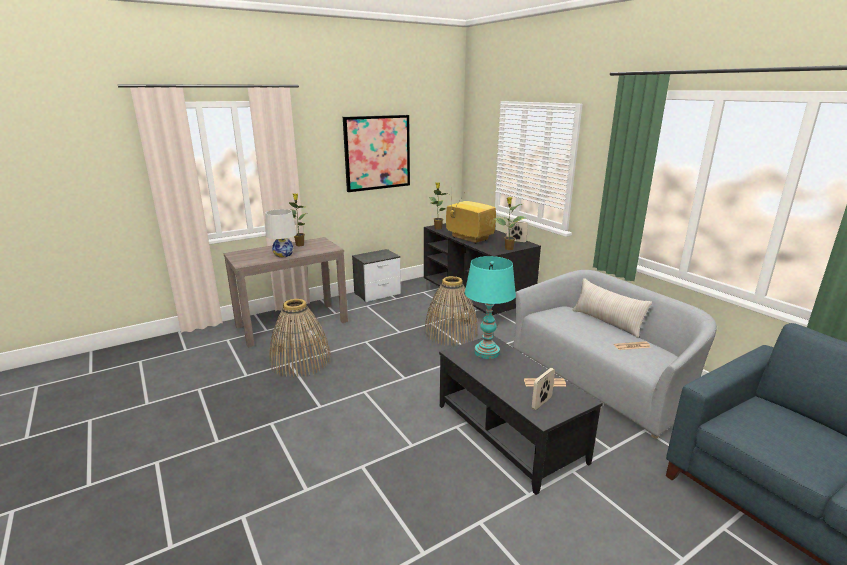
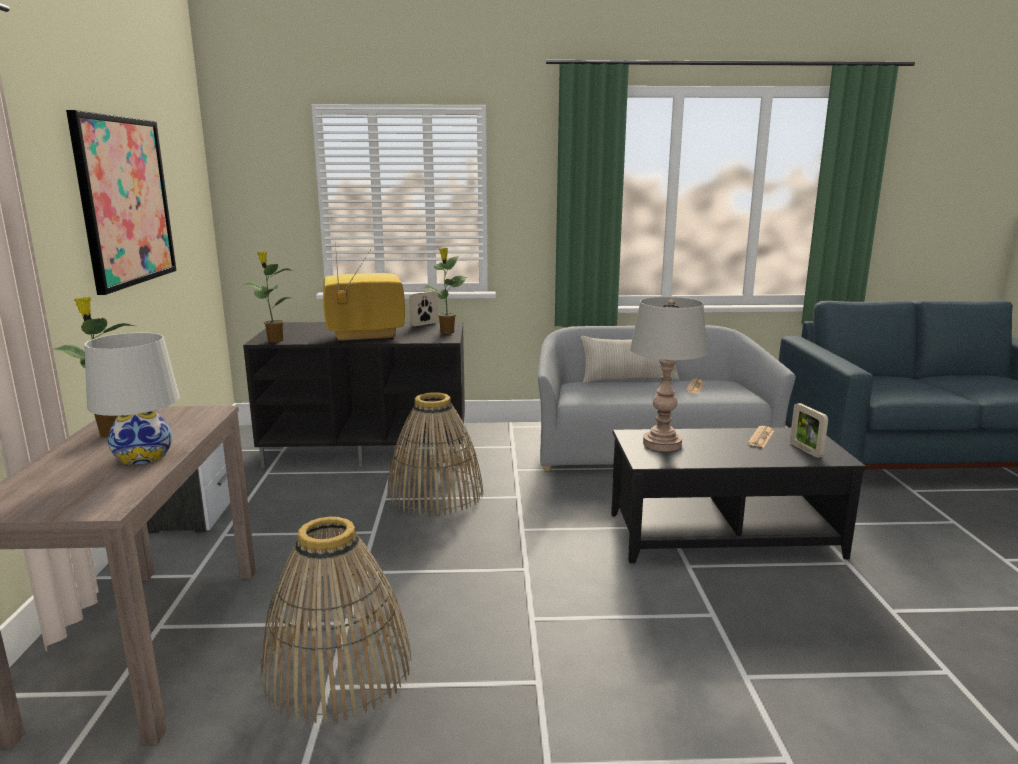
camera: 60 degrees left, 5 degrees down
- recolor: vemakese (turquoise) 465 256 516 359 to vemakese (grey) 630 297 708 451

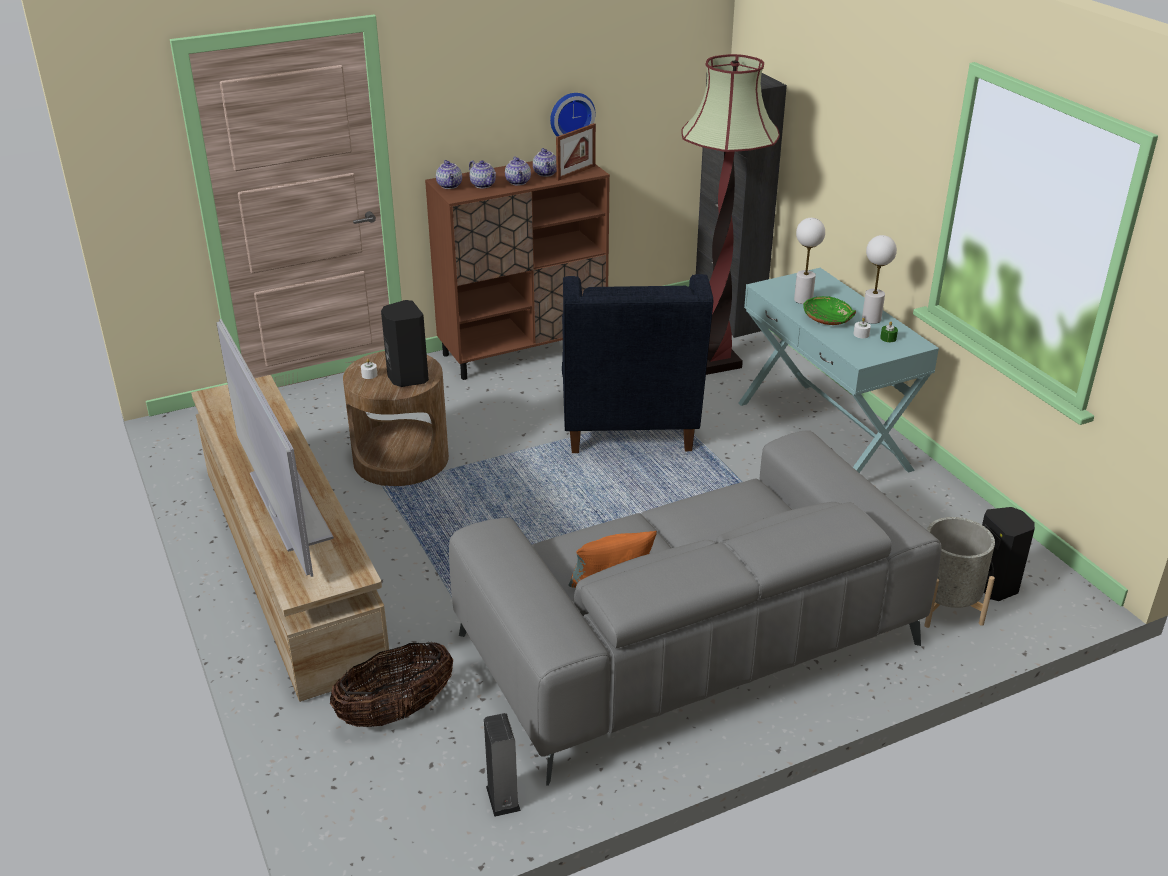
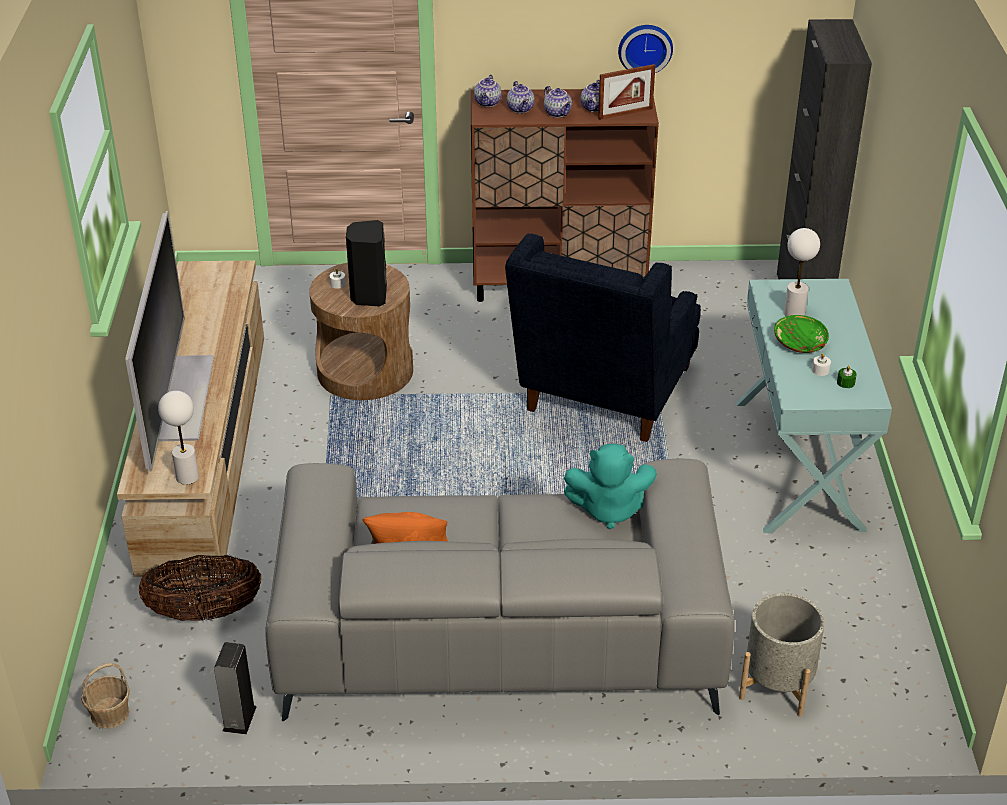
camera: 25 degrees right, 5 degrees up
- delete: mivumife 681 54 780 375
- delete: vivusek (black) 982 507 1035 601
- insert: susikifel 81 663 130 729
- insert: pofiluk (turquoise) 564 444 657 529
- move: vemakese (white) 862 235 897 324 to 158 391 199 485
- rotate: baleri 505 156 531 186 = 544 86 572 118 45 degrees counterclockwise

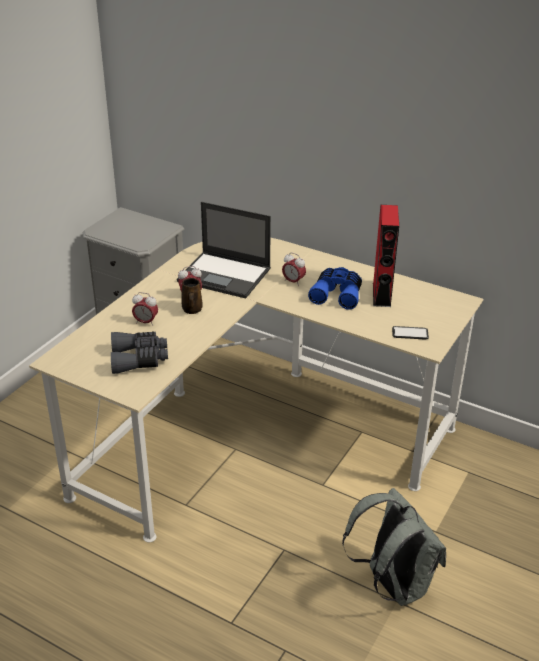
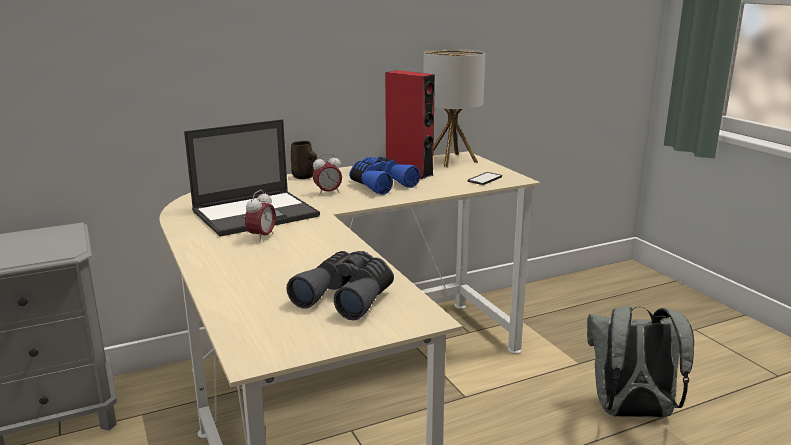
camera: 55 degrees left, 15 degrees down
- delete: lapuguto 132 292 158 326
- insert: vemakese 423 49 485 167
- move: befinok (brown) 181 278 203 314 to 291 141 317 179

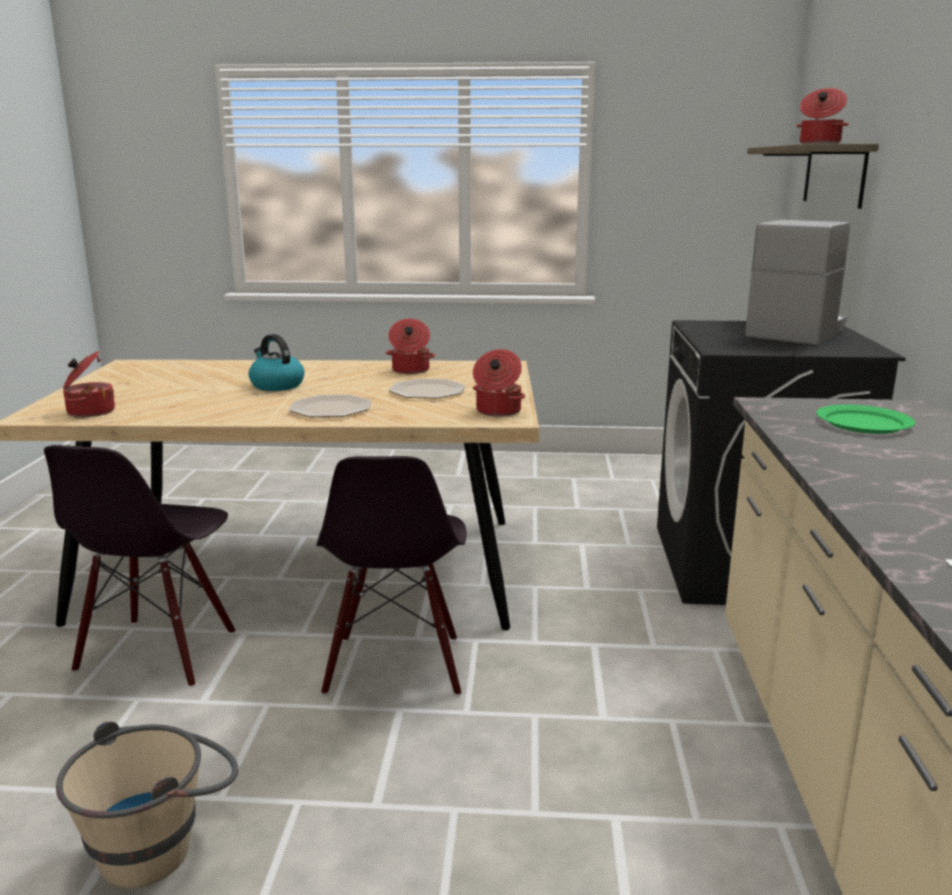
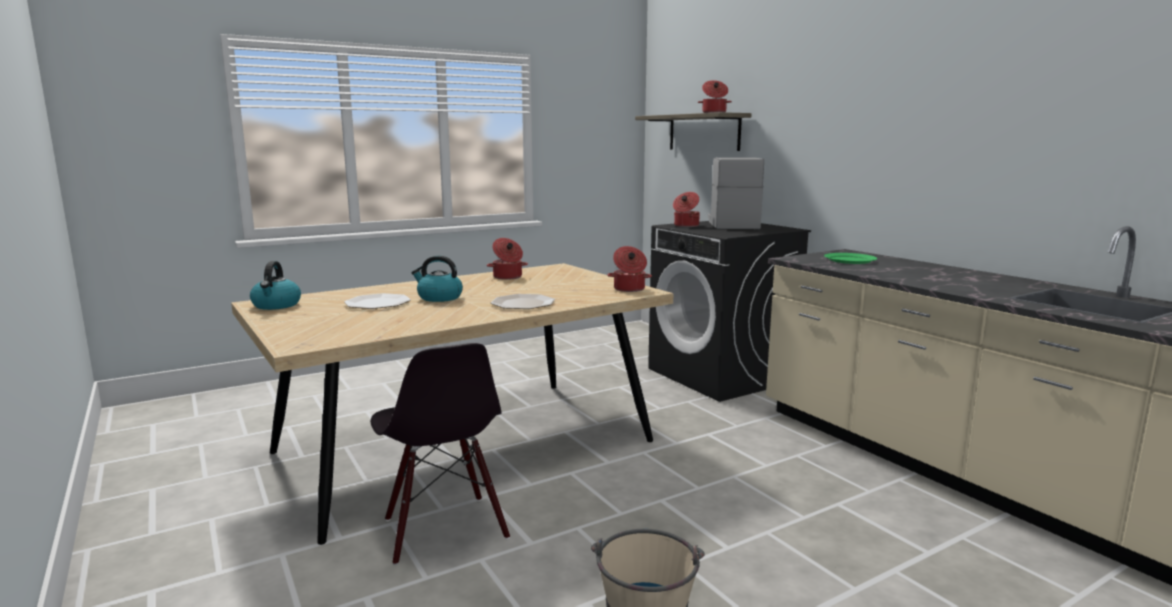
camera: 35 degrees left, 5 degrees down
- delete: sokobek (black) 316 456 466 696
- insert: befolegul 250 261 301 310
- move: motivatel 63 351 115 417 to 673 192 700 227
- move: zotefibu 389 379 465 399 to 344 293 411 309

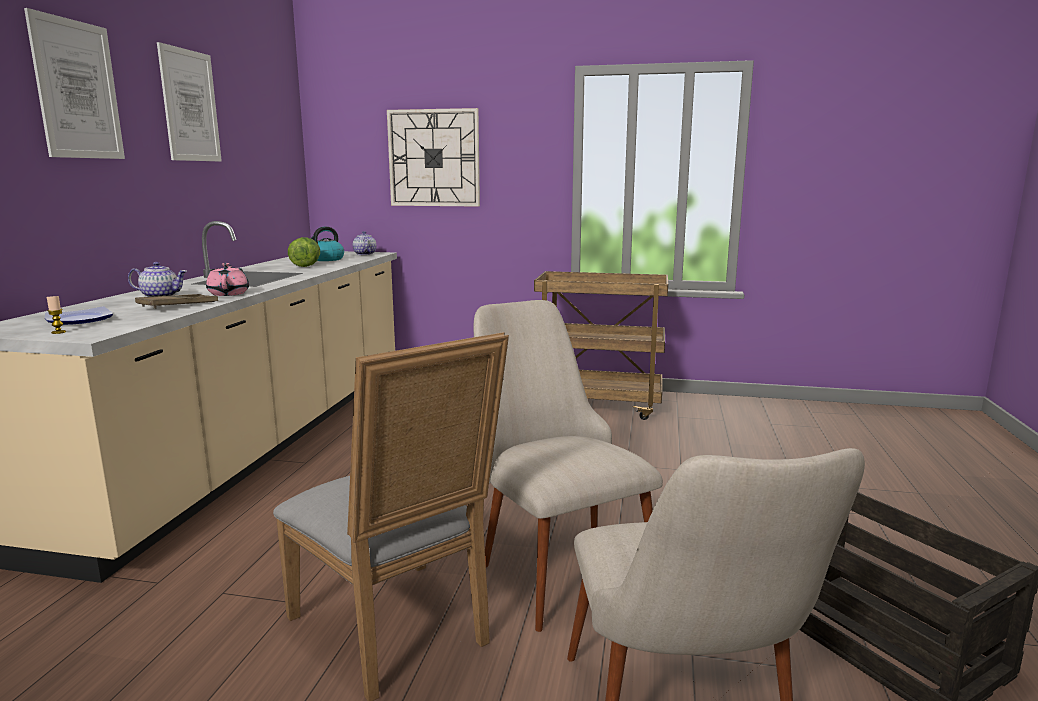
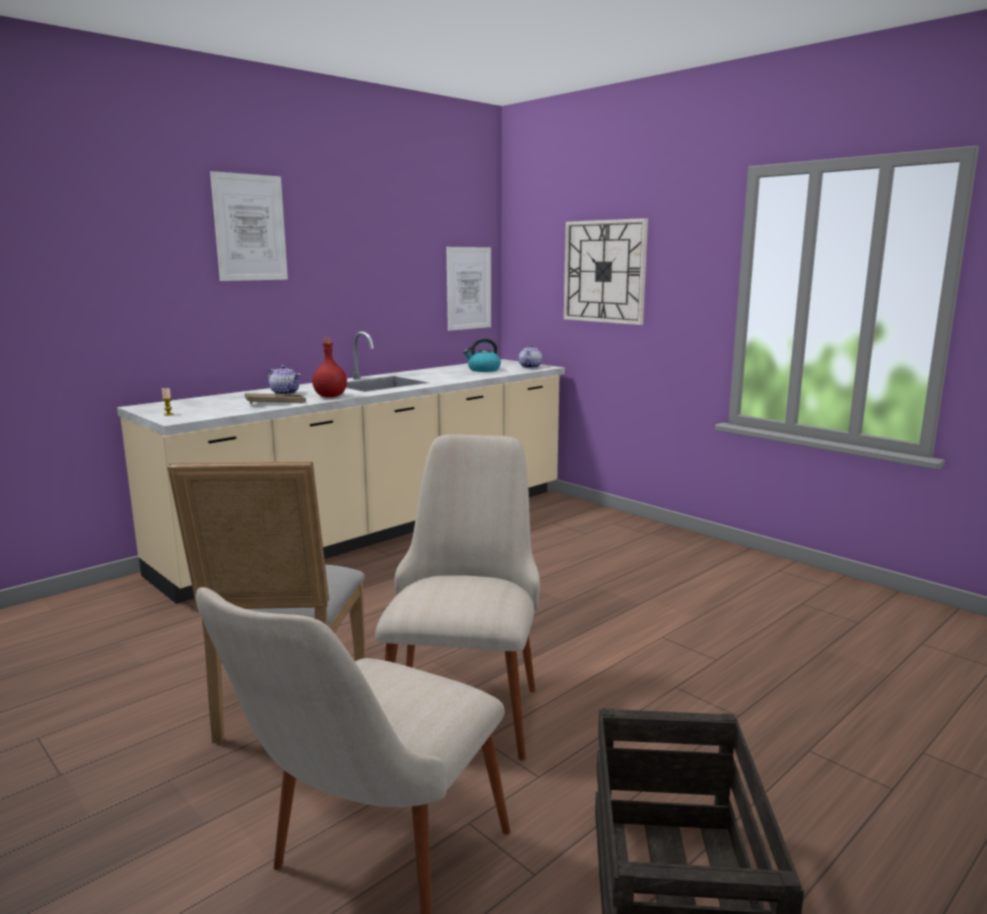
camera: 35 degrees right, 0 degrees up
- delete: zotefibu 45 306 113 325
- delete: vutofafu 288 237 320 267
- delete: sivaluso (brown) 534 271 668 420
- move: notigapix 157 42 222 161 to 446 247 491 331
- replace: baleri (pink) 206 263 249 296 to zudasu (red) 312 338 347 397

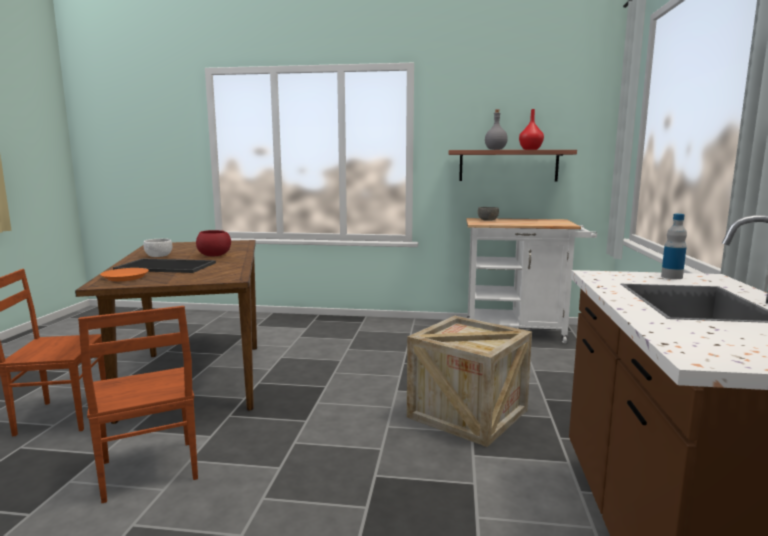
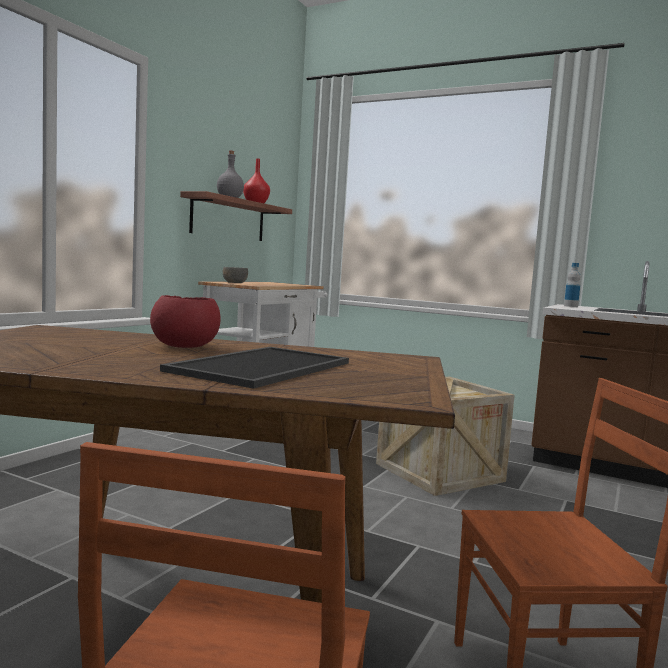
camera: 70 degrees left, 5 degrees down
- delete: zotefibu (orange) 100 268 149 281
- delete: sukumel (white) 143 238 172 257

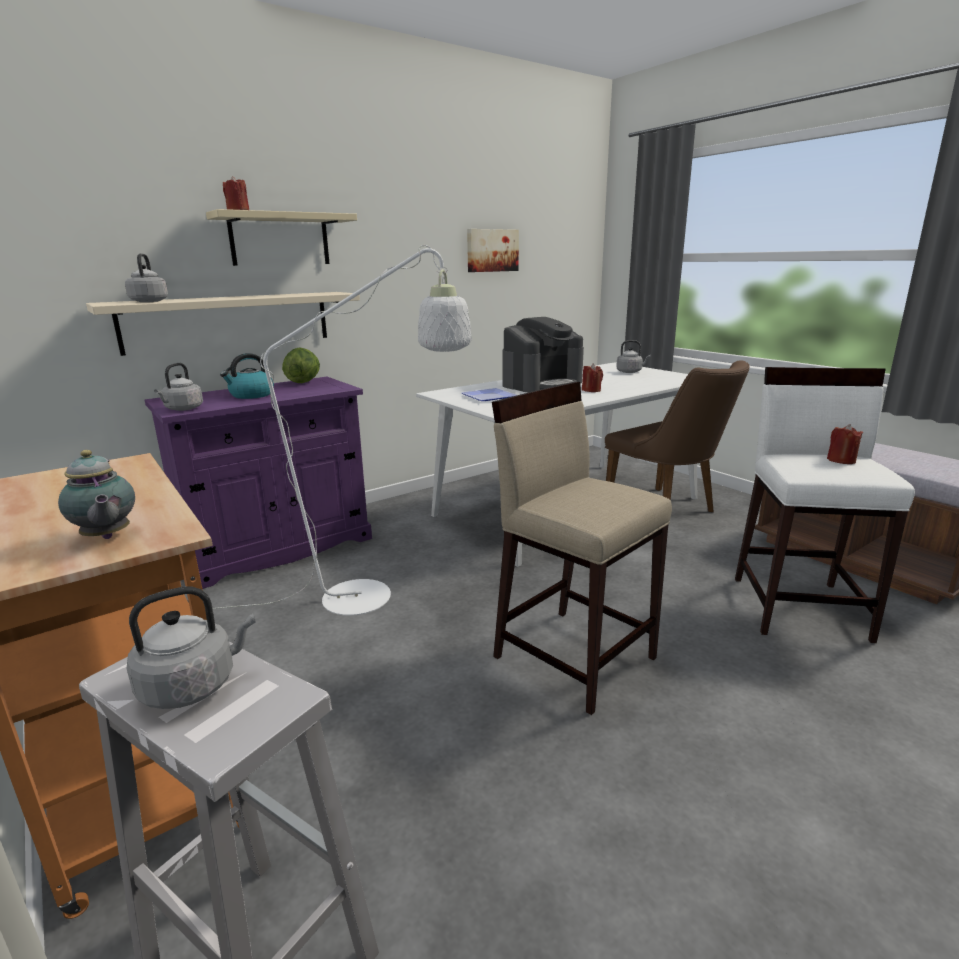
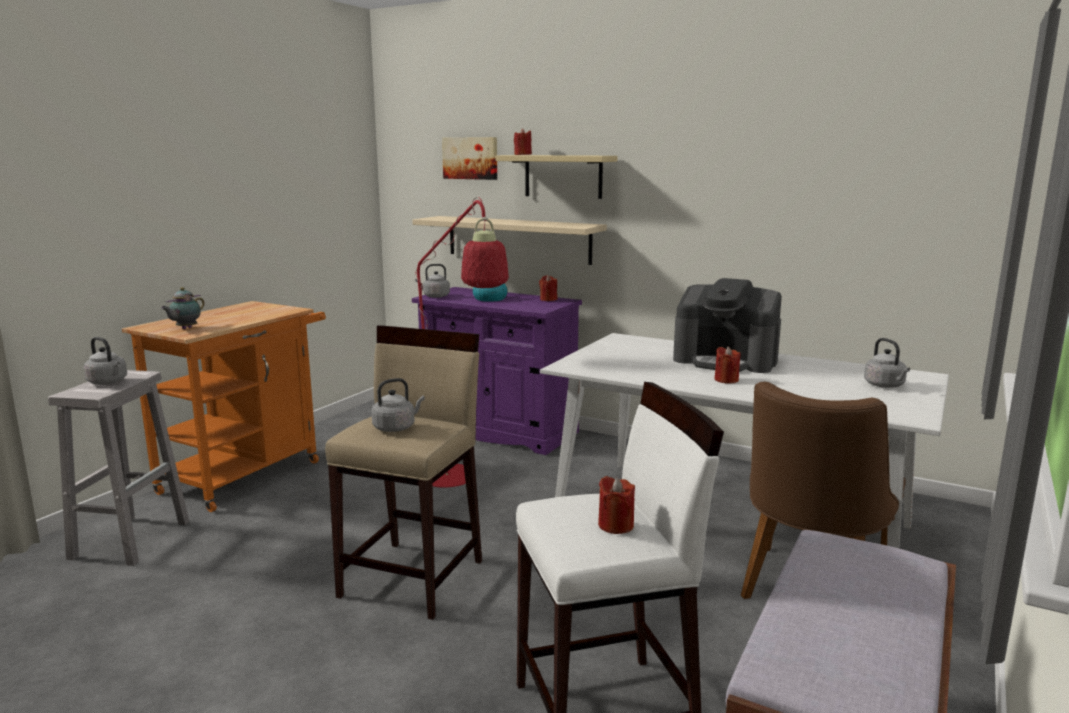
camera: 65 degrees right, 5 degrees down
- delete: zotefibu 461 388 517 401
- move: befolegul (grey) 125 253 168 302 to 371 378 425 432
- move: notigapix 467 229 519 272 to 442 137 497 180
- replace: vutofafu 282 347 320 383 to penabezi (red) 539 275 558 301
- recolor: mivumife (white) 213 245 472 616 to mivumife (red) 416 197 509 488

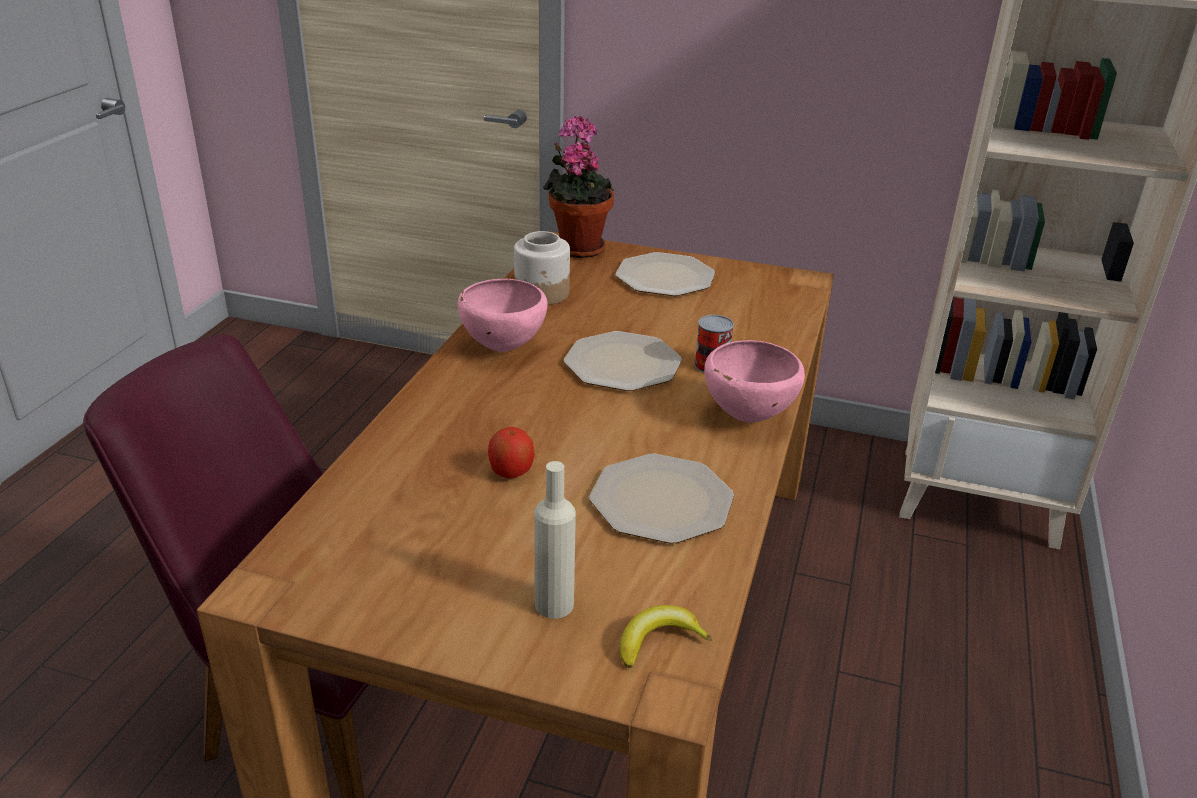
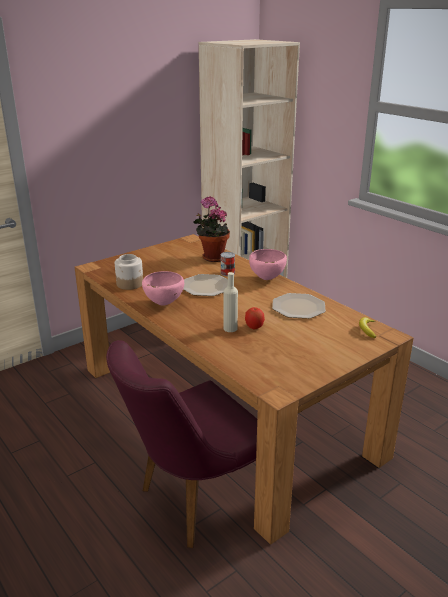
camera: 55 degrees left, 5 degrees down
- delete: zotefibu 615 252 715 296
- move: zudasu (beige) 534 461 576 619 to 224 272 238 332
- move: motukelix 543 116 614 258 to 193 196 230 262

